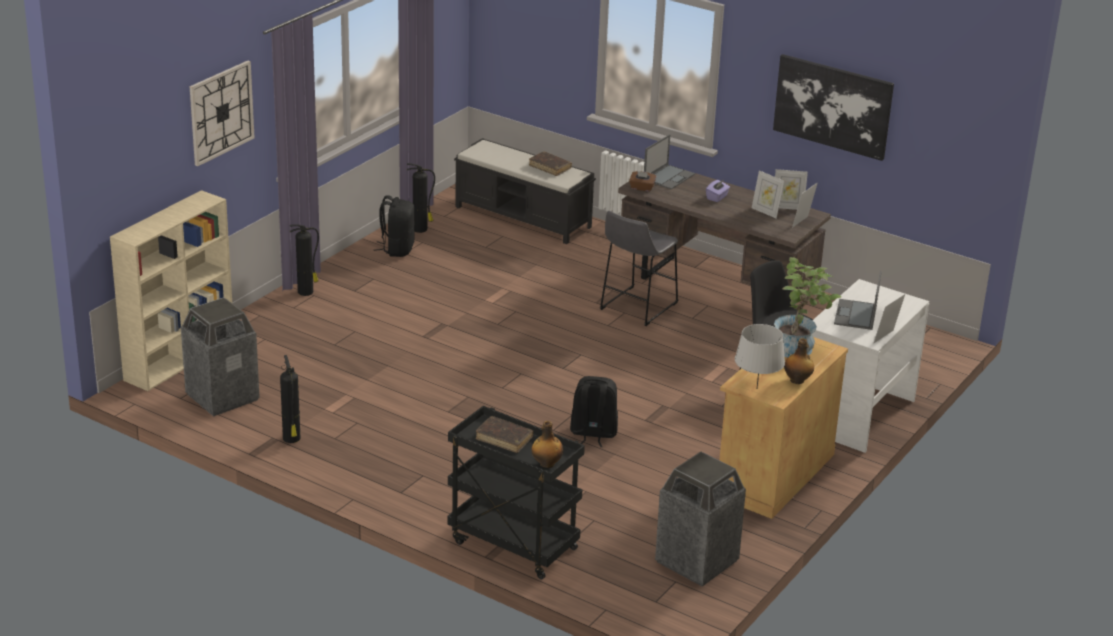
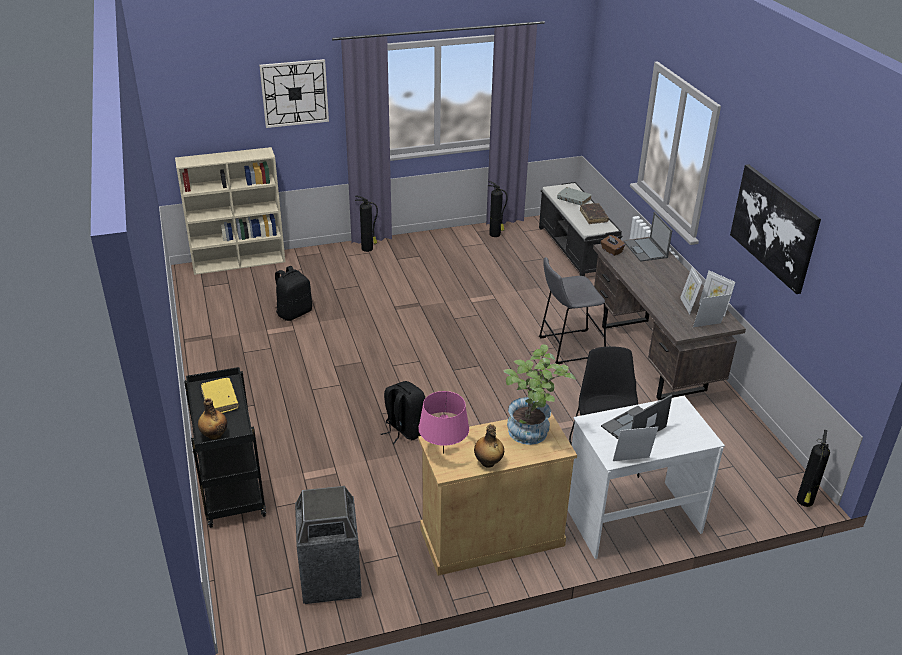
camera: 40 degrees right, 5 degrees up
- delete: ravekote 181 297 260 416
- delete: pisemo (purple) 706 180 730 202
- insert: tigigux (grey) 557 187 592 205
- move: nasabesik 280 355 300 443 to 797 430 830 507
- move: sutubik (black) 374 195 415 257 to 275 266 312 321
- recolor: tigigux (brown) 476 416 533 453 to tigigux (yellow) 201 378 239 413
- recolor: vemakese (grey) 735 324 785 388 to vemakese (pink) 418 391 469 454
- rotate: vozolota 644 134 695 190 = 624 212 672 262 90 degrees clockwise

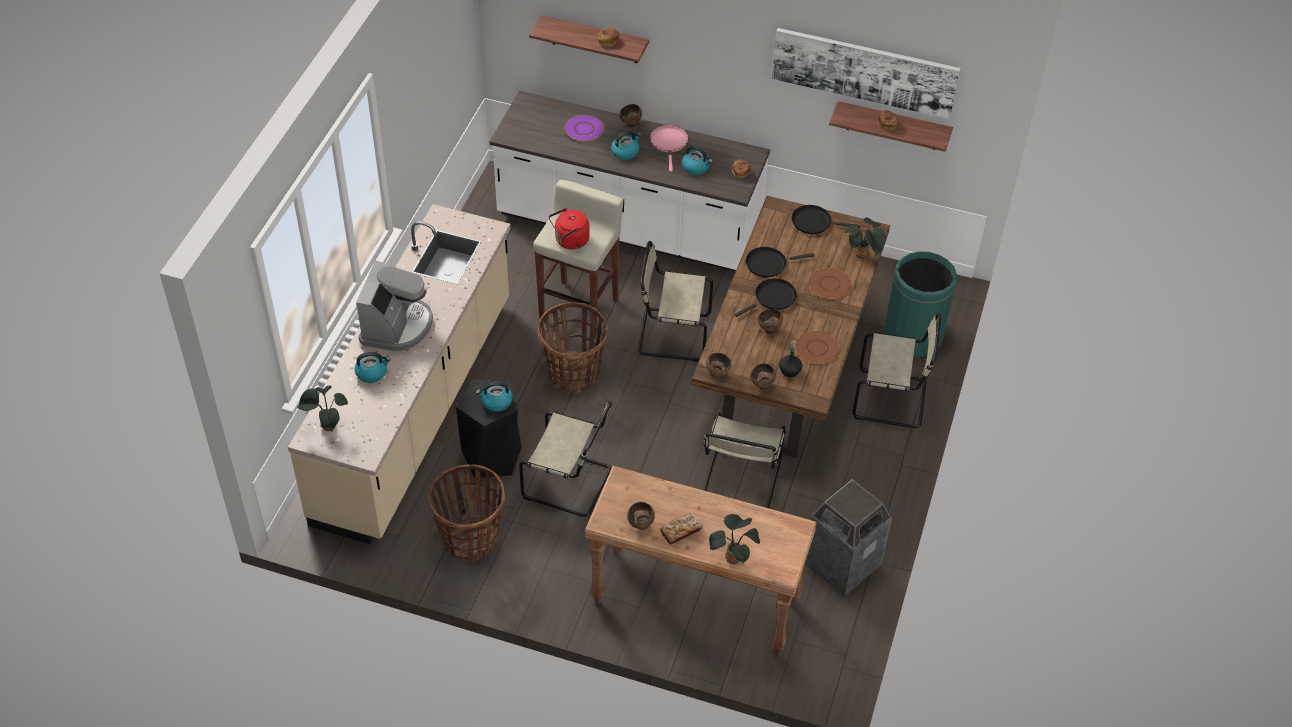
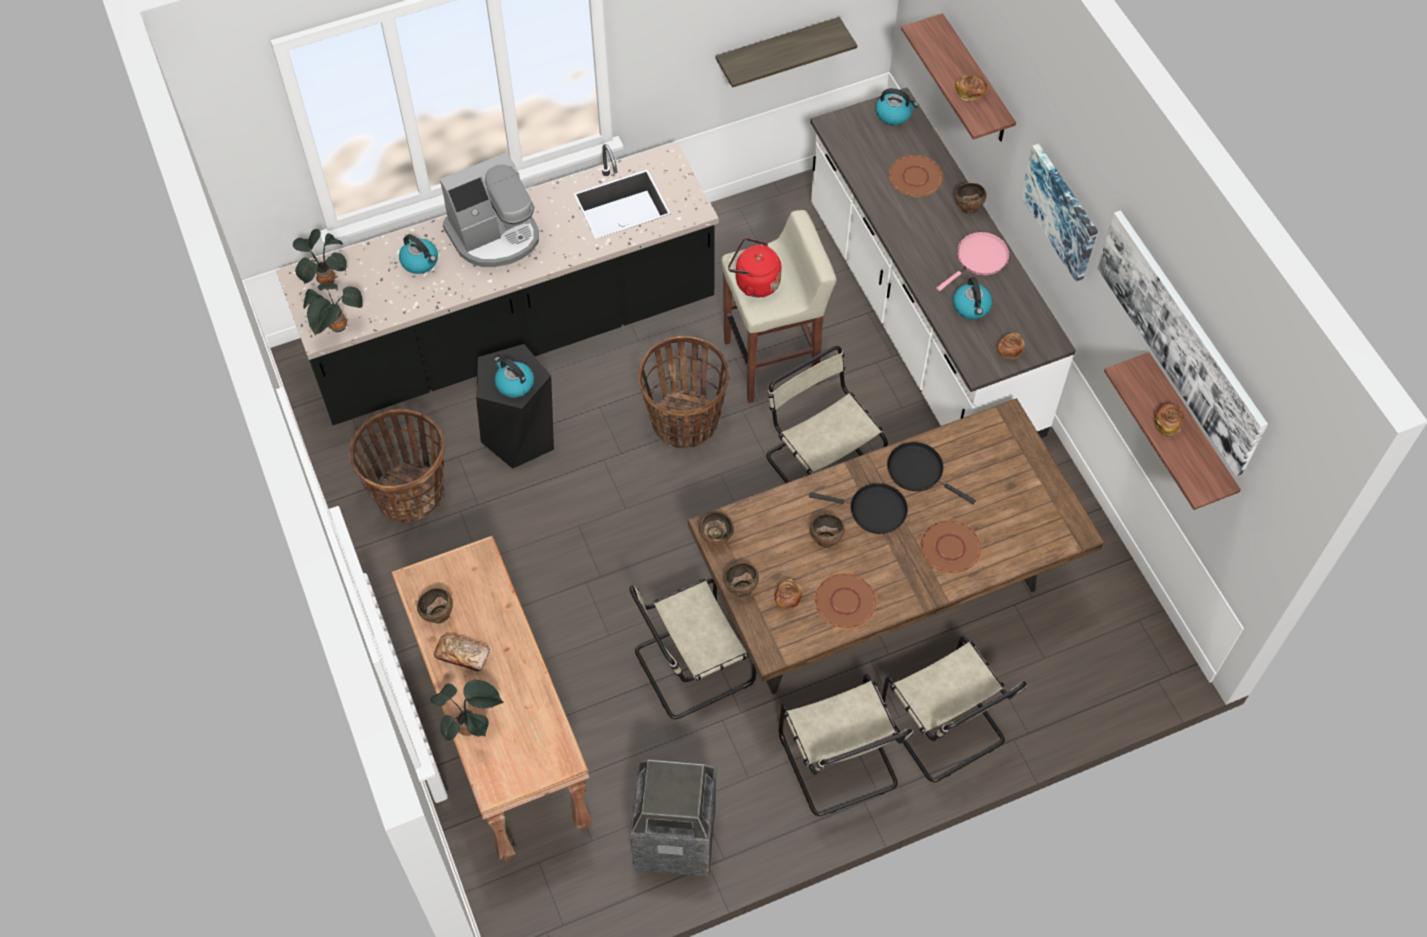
camera: 50 degrees right, 10 degrees up
- delete: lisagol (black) 792 205 860 234
- delete: ravekote (green) 884 251 957 357
- insert: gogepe 715 17 857 88
- insert: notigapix 1020 144 1098 283
- move: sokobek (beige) 519 401 612 517 to 779 674 913 816
- move: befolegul 611 131 641 160 to 876 88 919 125
- move: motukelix 844 217 886 259 to 303 283 363 336
- replace: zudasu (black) 779 340 802 377 to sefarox 775 579 802 609
- recolor: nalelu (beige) 288 204 511 544 to nalelu (black) 276 142 719 425
- recolor: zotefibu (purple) 565 115 604 142 to zotefibu (brown) 889 155 943 197

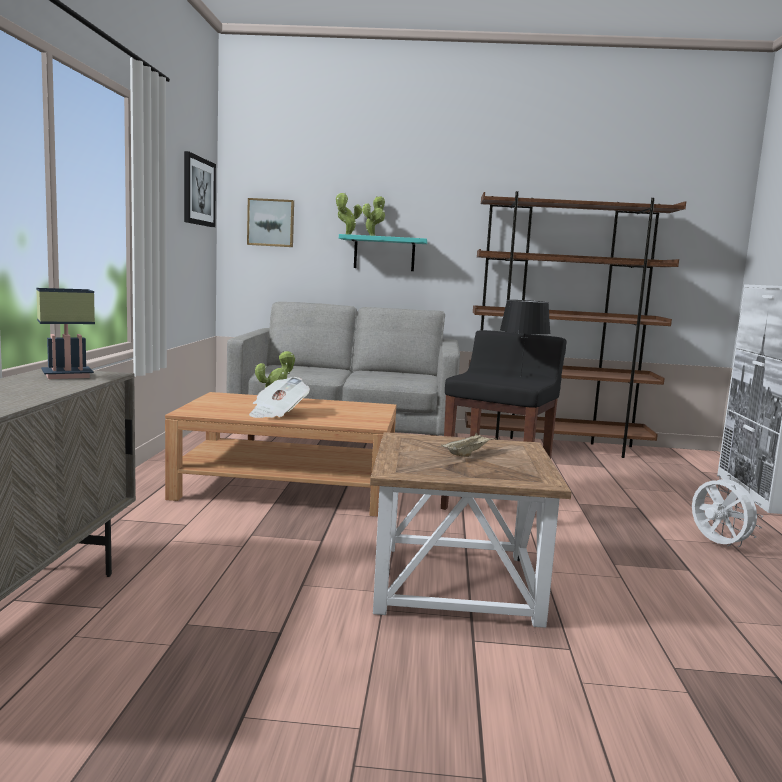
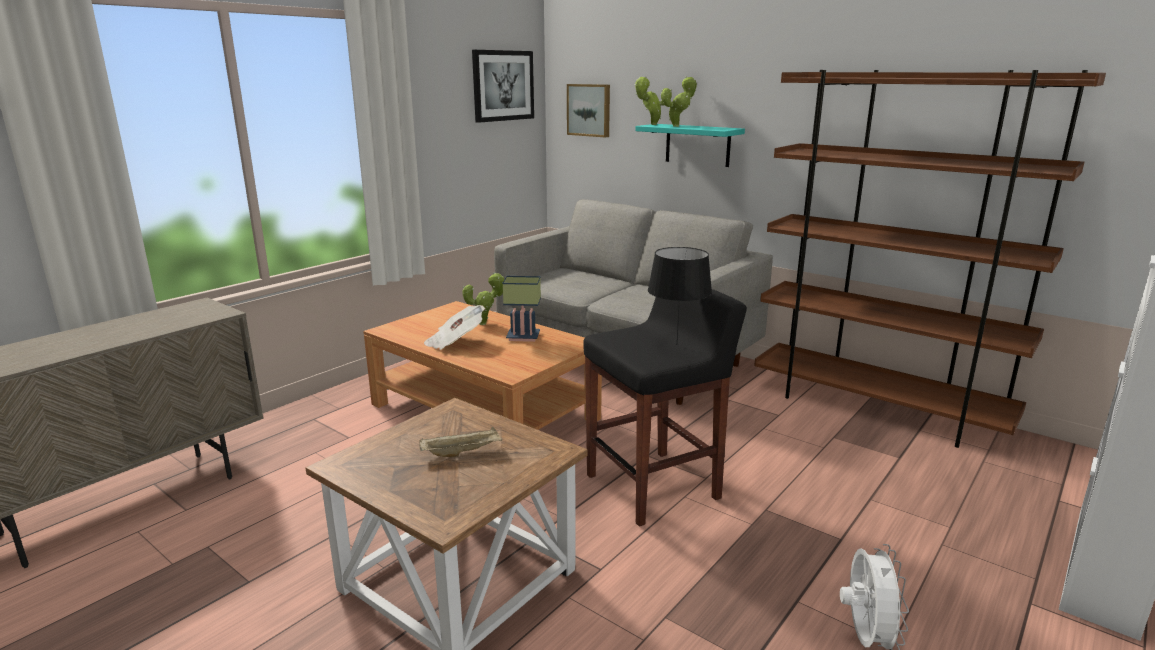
camera: 35 degrees right, 10 degrees up
- move: vemakese 36 288 95 379 to 502 276 541 342

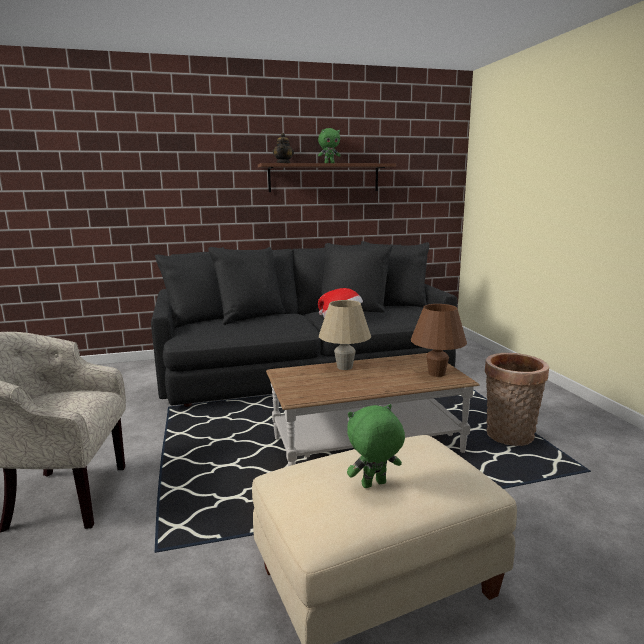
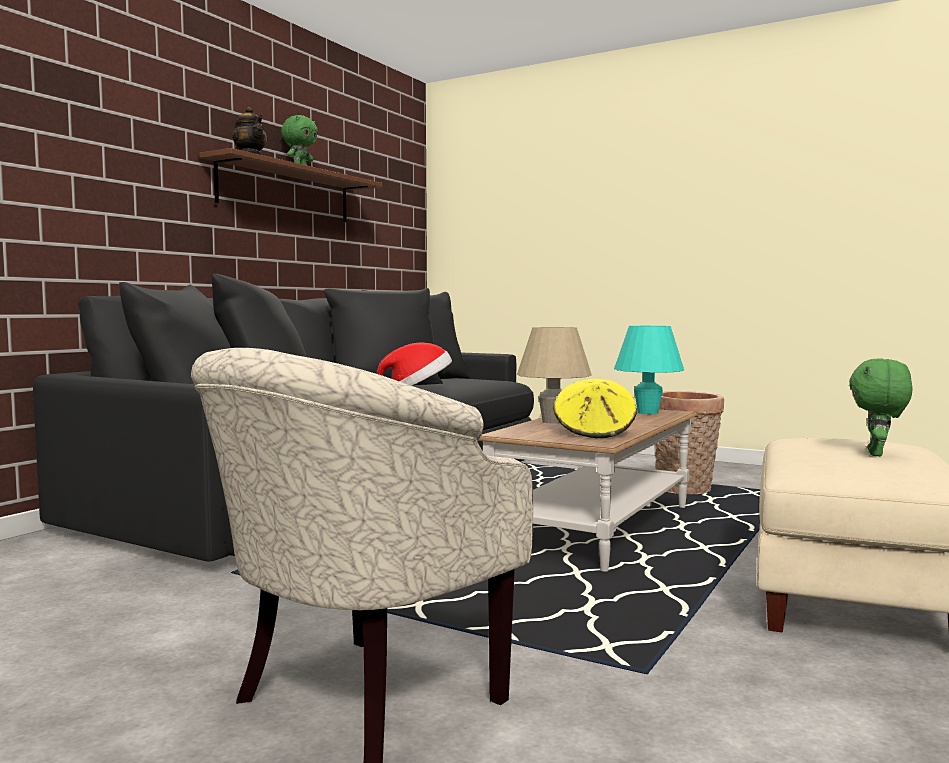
camera: 45 degrees left, 10 degrees down
- insert: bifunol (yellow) 553 379 637 438
- recolor: vemakese (brown) 411 304 467 377 to vemakese (turquoise) 614 325 684 414

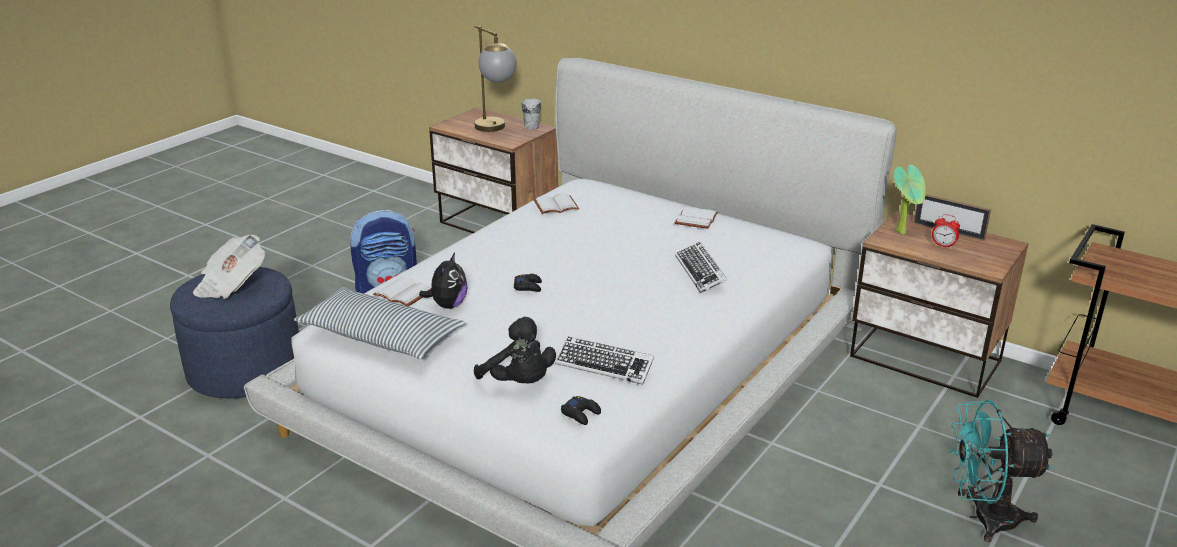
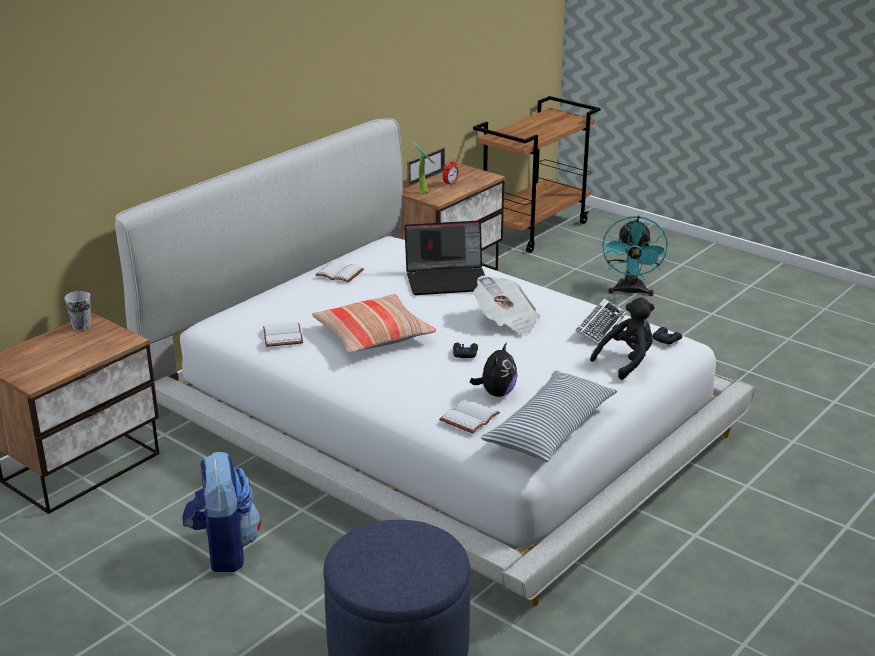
camera: 85 degrees left, 0 degrees up
- delete: vemakese 474 25 517 132
- insert: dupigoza 312 294 436 354
- move: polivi 193 234 265 299 to 473 275 540 336
- replace: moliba 675 242 727 293 to vozolota 404 220 485 295
- rotate: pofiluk 419 252 468 309 = 470 342 517 397 90 degrees clockwise

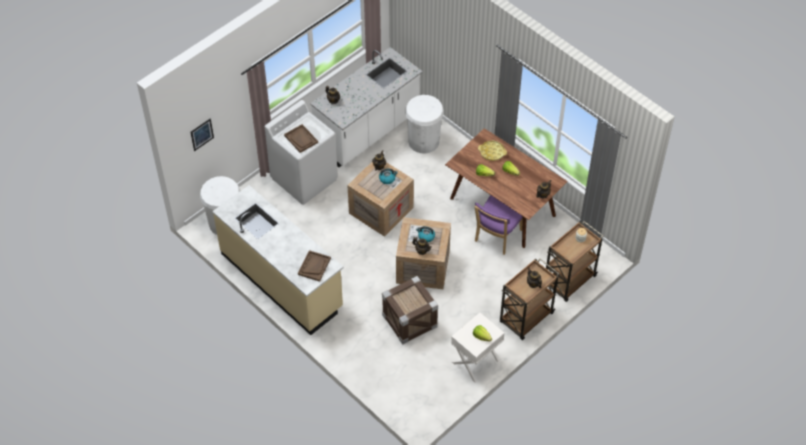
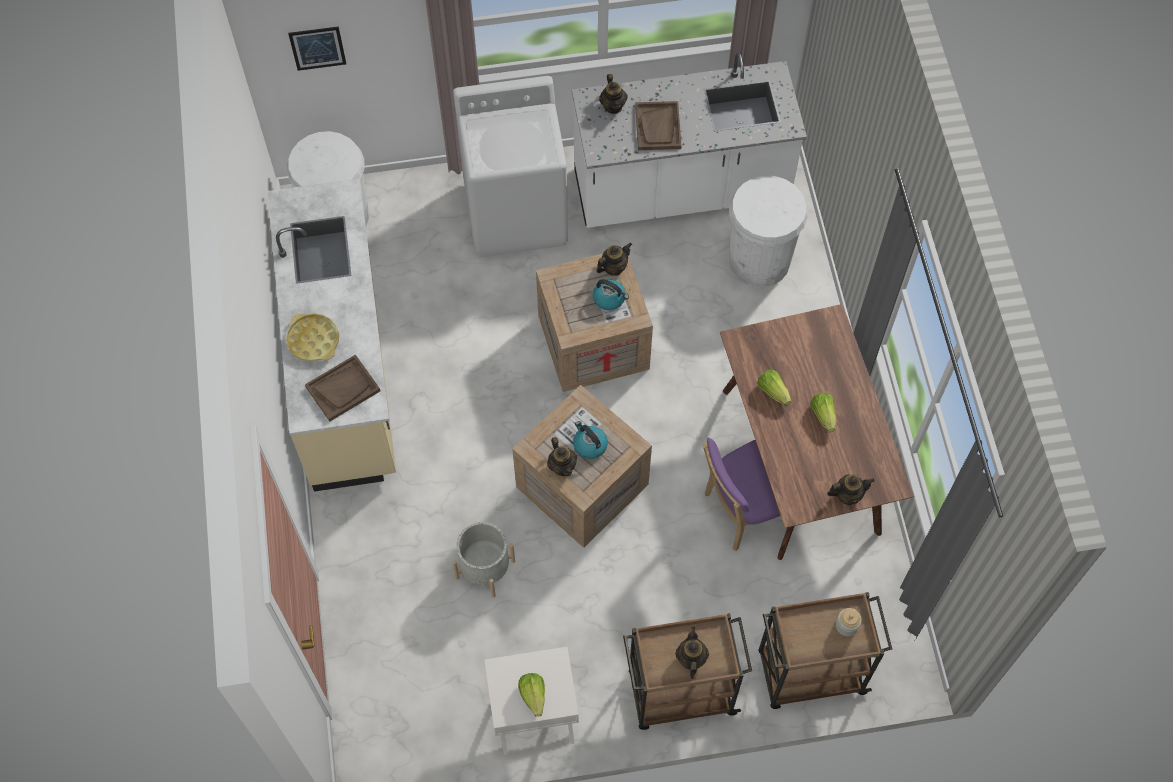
camera: 35 degrees right, 10 degrees up
- move: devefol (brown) 284 124 318 153 to 635 101 681 150
- move: devefol (yellow) 478 141 507 161 to 286 314 339 362
- replace: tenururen 382 276 438 345 to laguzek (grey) 452 522 515 598

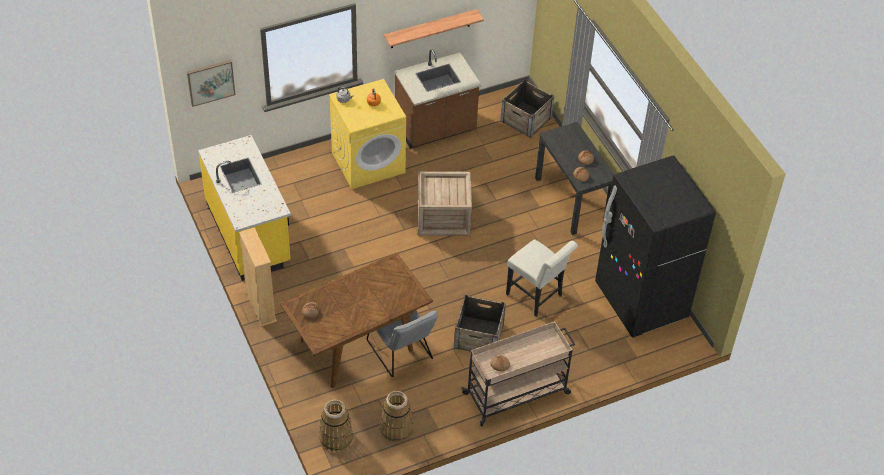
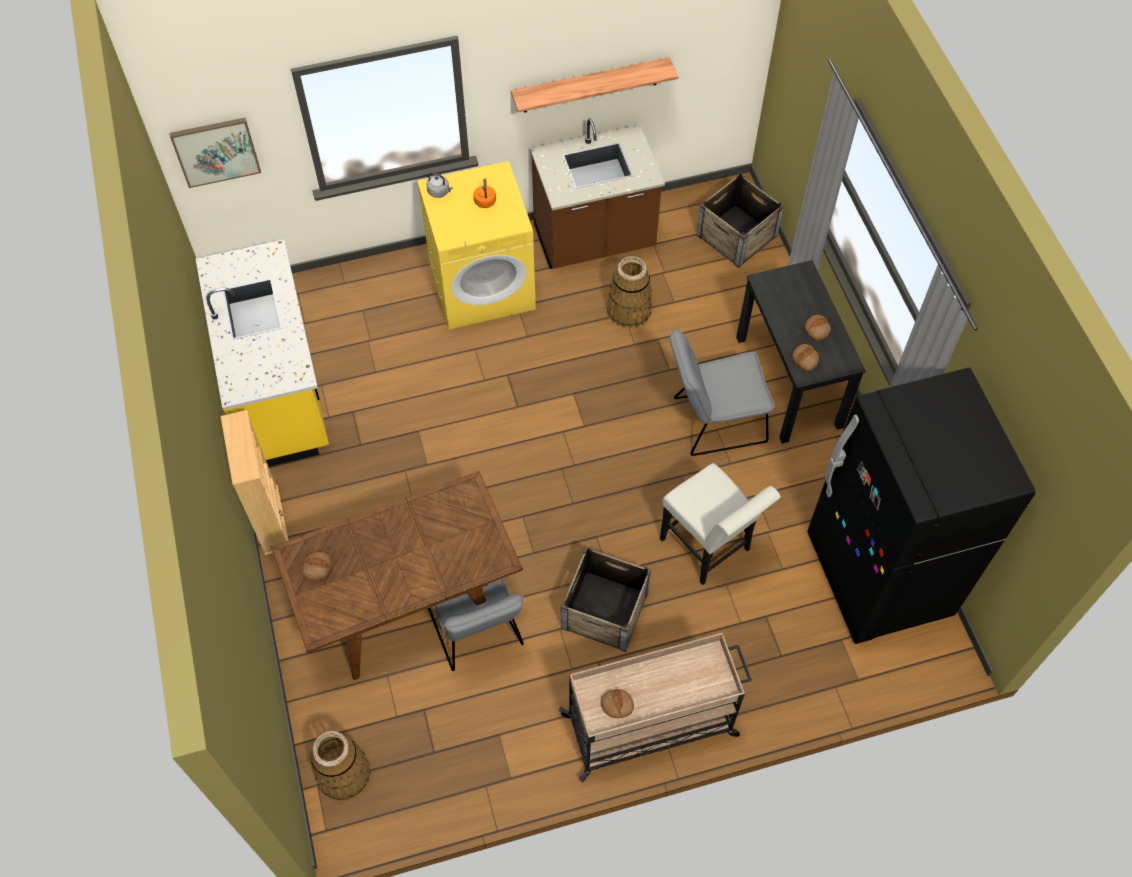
camera: 10 degrees right, 10 degrees up
- delete: tenururen 418 171 472 236
- insert: sokobek (grey) 670 328 775 456
- move: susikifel 380 391 413 443 to 607 256 652 329

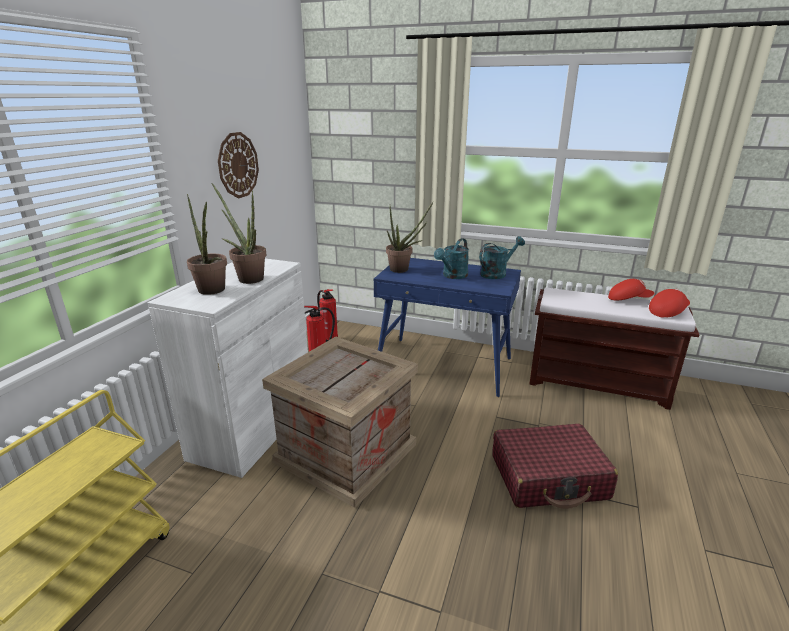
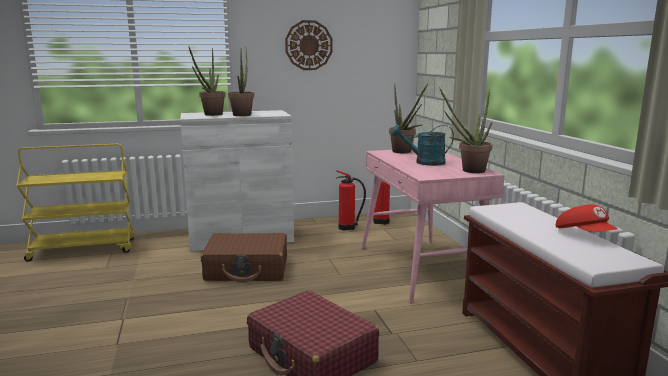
camera: 55 degrees right, 10 degrees down
- delete: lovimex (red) 649 289 690 318
- replace: tenururen 262 336 418 508 to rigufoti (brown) 201 233 287 283
- replace: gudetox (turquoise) 479 236 525 279 to motukelix 439 87 492 173
- recolor: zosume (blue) 374 258 521 397 to zosume (pink) 362 149 505 303

